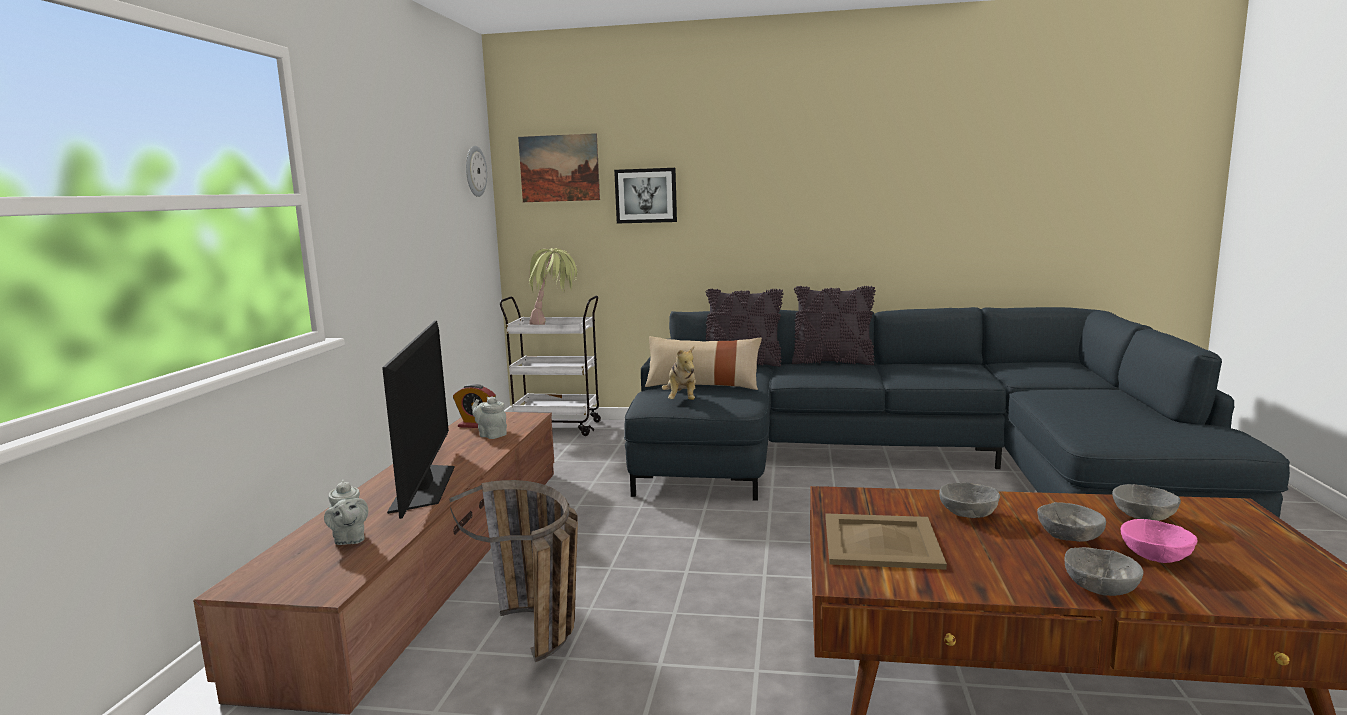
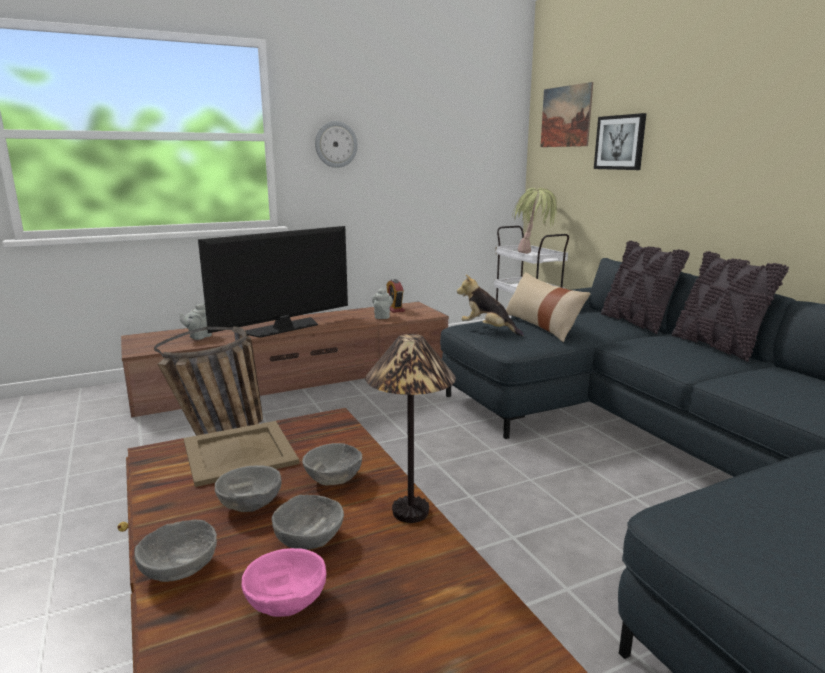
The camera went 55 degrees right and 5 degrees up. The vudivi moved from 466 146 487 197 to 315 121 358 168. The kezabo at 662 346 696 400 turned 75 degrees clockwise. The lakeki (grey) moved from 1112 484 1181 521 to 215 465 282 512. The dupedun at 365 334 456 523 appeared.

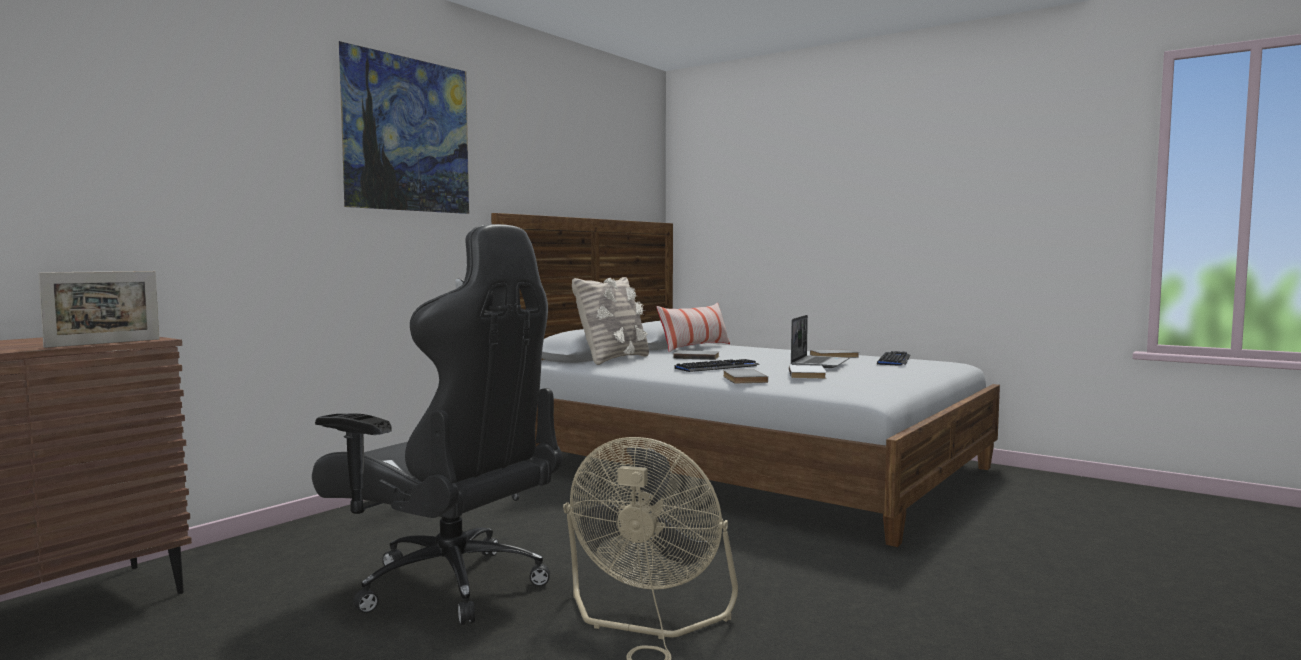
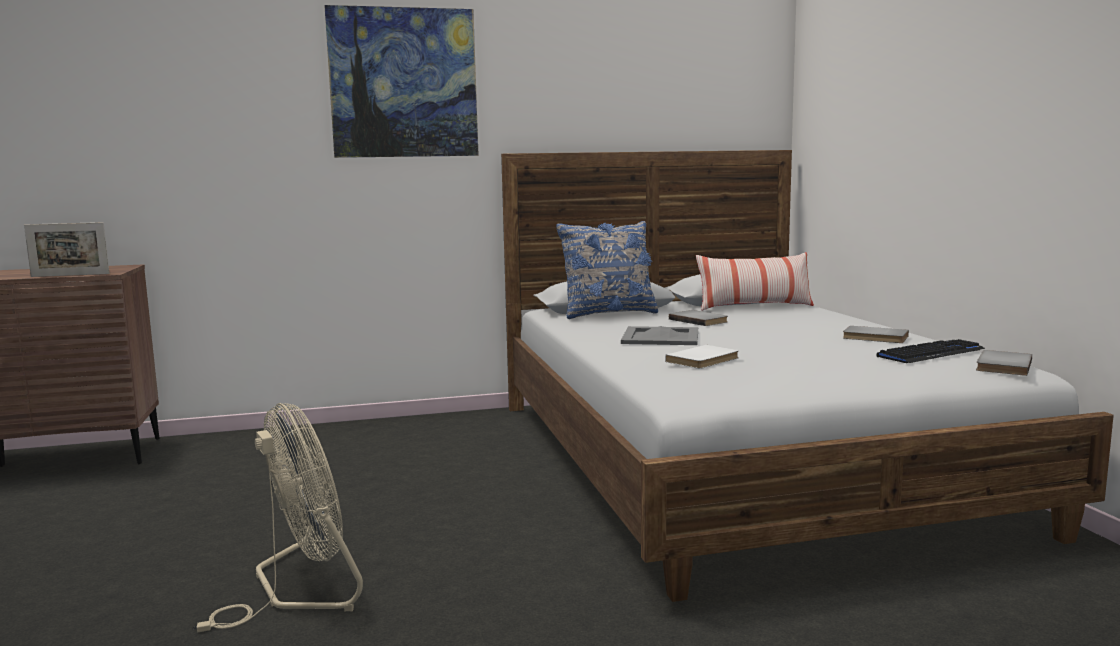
The camera went 40 degrees right and 5 degrees up. The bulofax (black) at 312 224 563 625 disappeared. The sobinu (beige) at 572 277 649 365 became the sobinu (blue) at 556 221 658 319. The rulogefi at 791 315 849 368 disappeared. The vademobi at 674 359 760 372 was replaced by the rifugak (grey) at 621 326 698 345. The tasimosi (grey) moved from 723 369 768 383 to 976 350 1032 376.

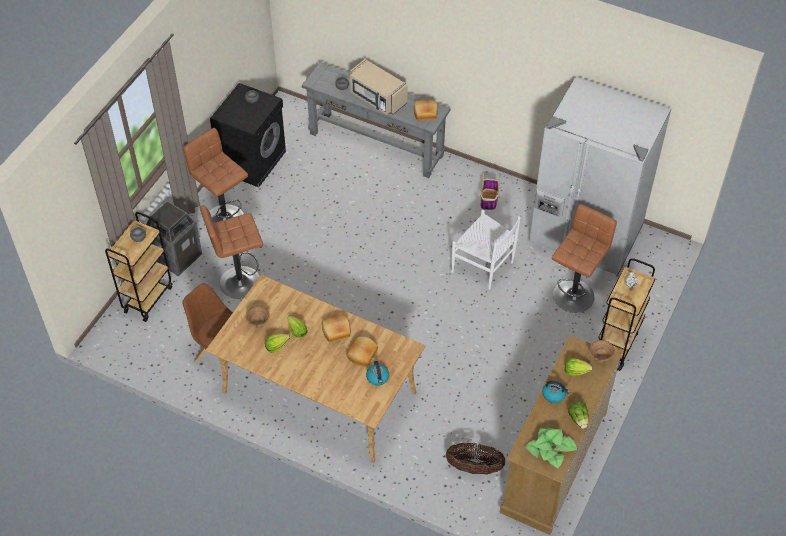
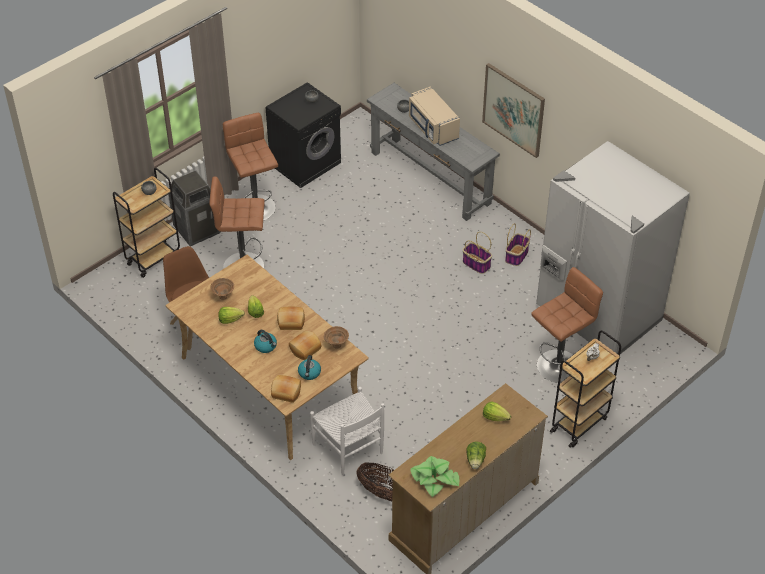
The camera went 20 degrees right and 5 degrees down. The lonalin moved from 414 100 438 120 to 271 375 301 403. The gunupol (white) moved from 451 210 520 290 to 310 387 384 475. The lakeki (brown) moved from 589 340 615 363 to 324 326 349 349. The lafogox moved from 542 381 570 403 to 254 330 277 353. The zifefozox at 482 63 545 158 appeared. The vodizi at 463 232 492 274 appeared.

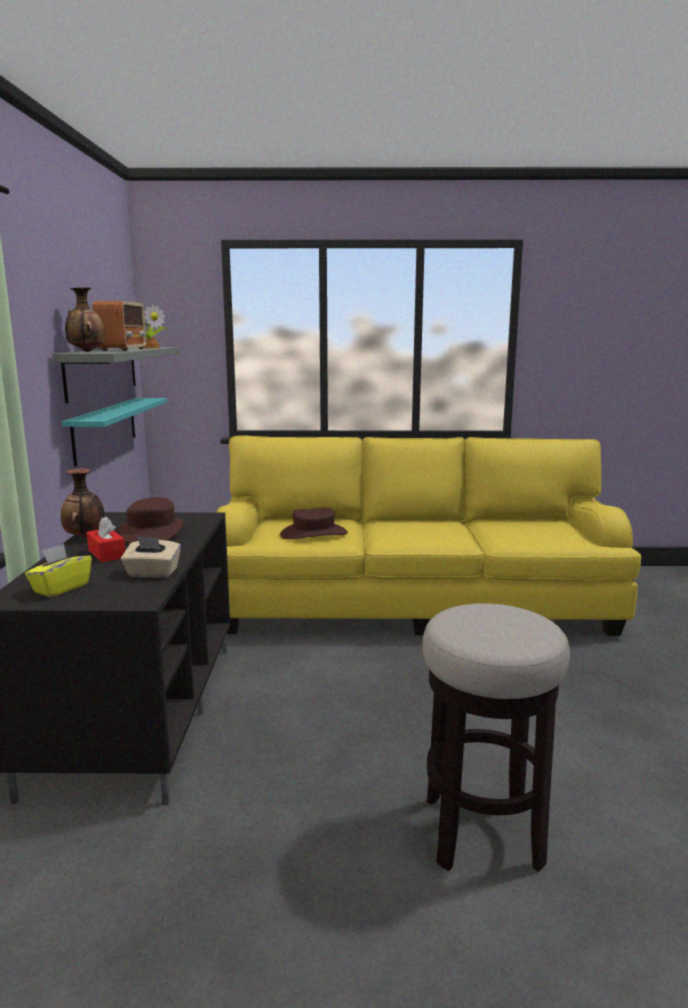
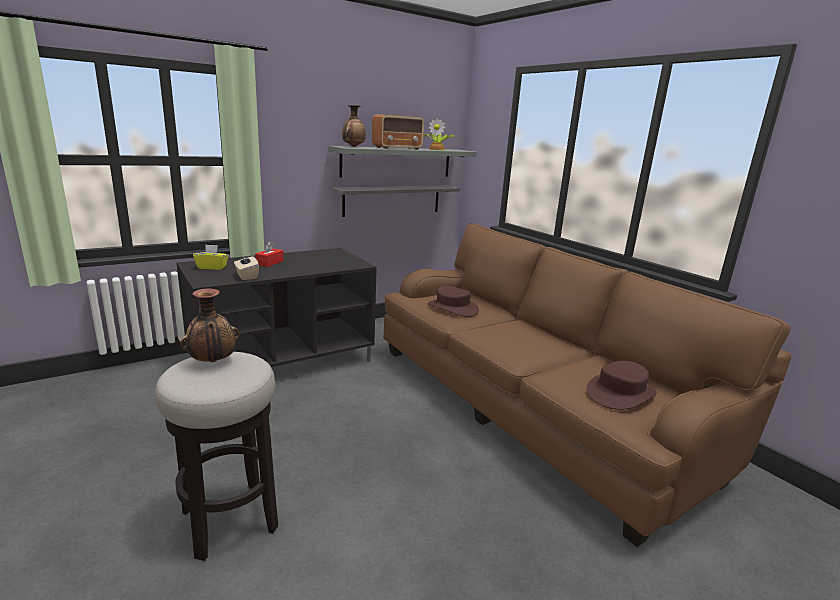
The camera went 55 degrees right and 5 degrees up. The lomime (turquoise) at 62 398 167 466 became the lomime (grey) at 332 185 460 217. The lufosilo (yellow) at 216 435 641 636 became the lufosilo (brown) at 383 223 791 547. The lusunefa moved from 61 468 105 538 to 180 289 239 362. The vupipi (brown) moved from 118 497 184 543 to 587 361 657 410.

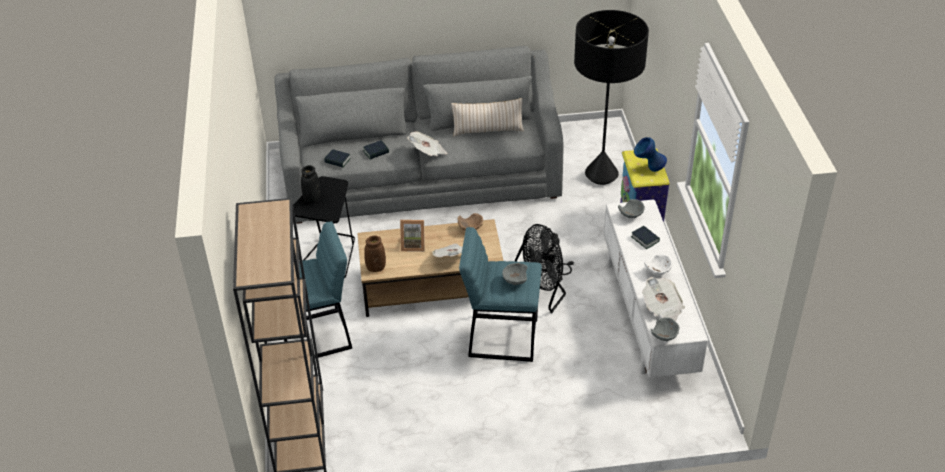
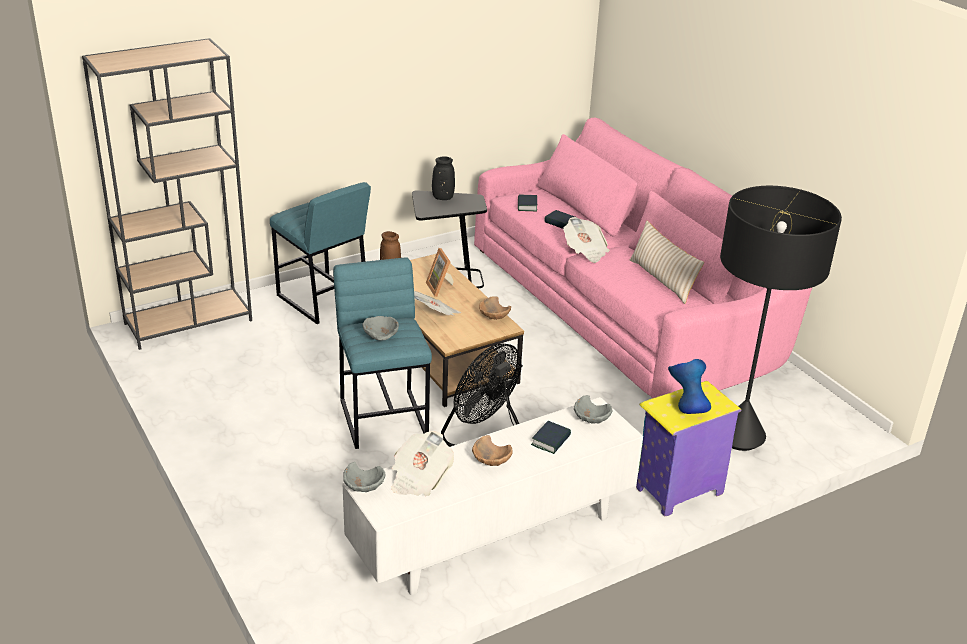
The camera went 65 degrees right and 10 degrees down. The lufosilo (grey) at 274 46 563 224 became the lufosilo (pink) at 474 118 813 398. The lakeki (white) at 644 254 673 275 became the lakeki (brown) at 472 435 512 466.

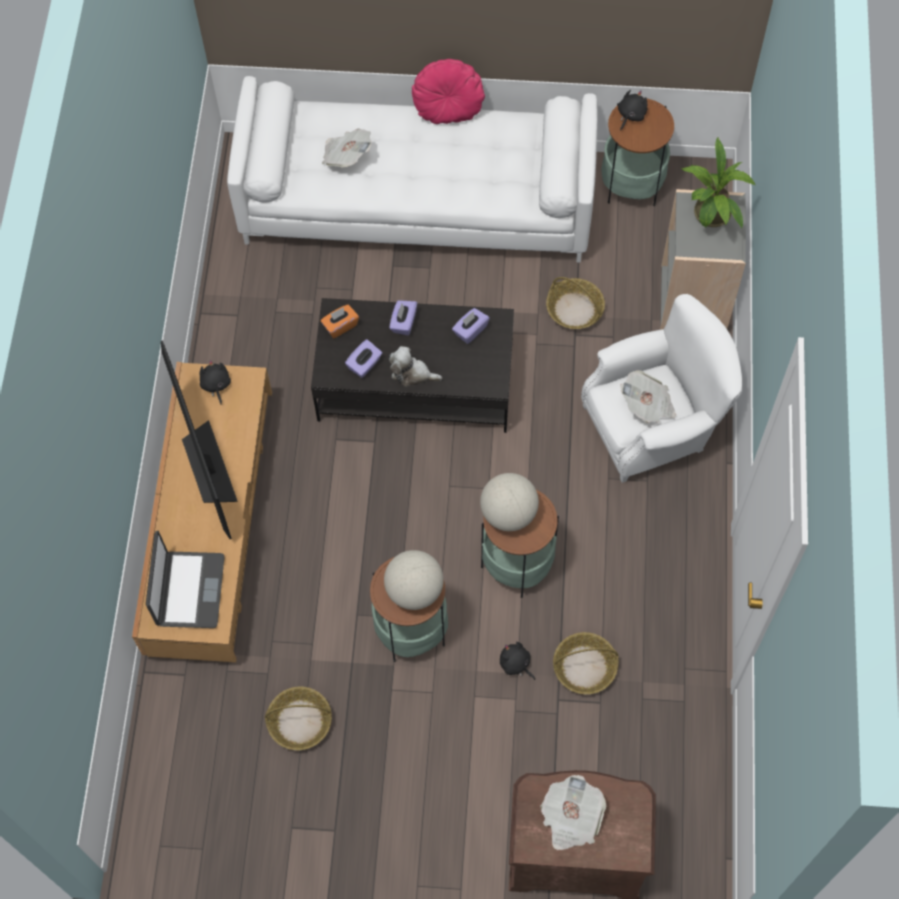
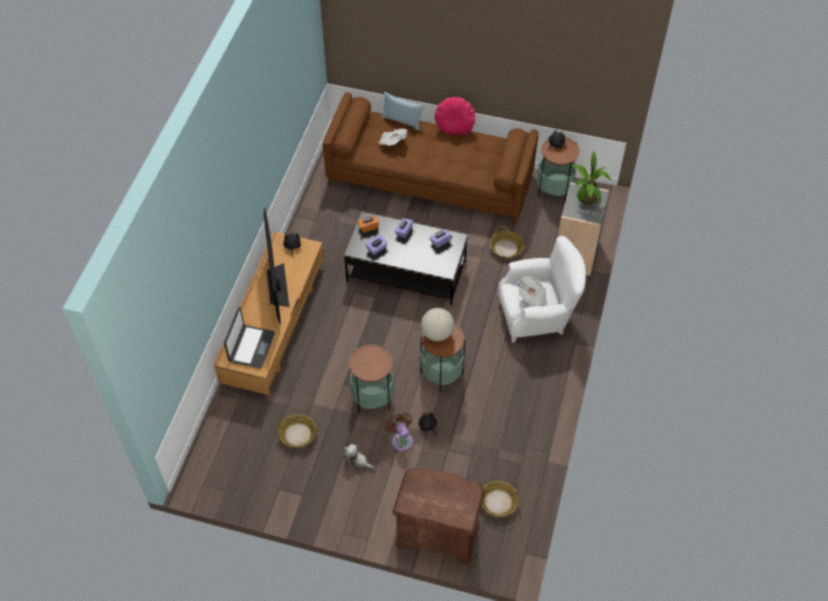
The camera went 10 degrees right and 10 degrees down. The lufosilo (white) at 227 76 598 263 became the lufosilo (brown) at 323 92 538 225. The kezabo moved from 389 346 442 387 to 343 444 374 469. The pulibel at 384 550 444 610 disappeared. The vodizi moved from 553 632 619 694 to 481 481 519 517. The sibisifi at 540 775 606 850 disappeared. The sobinu (blue) at 381 92 424 130 appeared. The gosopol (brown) at 386 412 413 451 appeared.

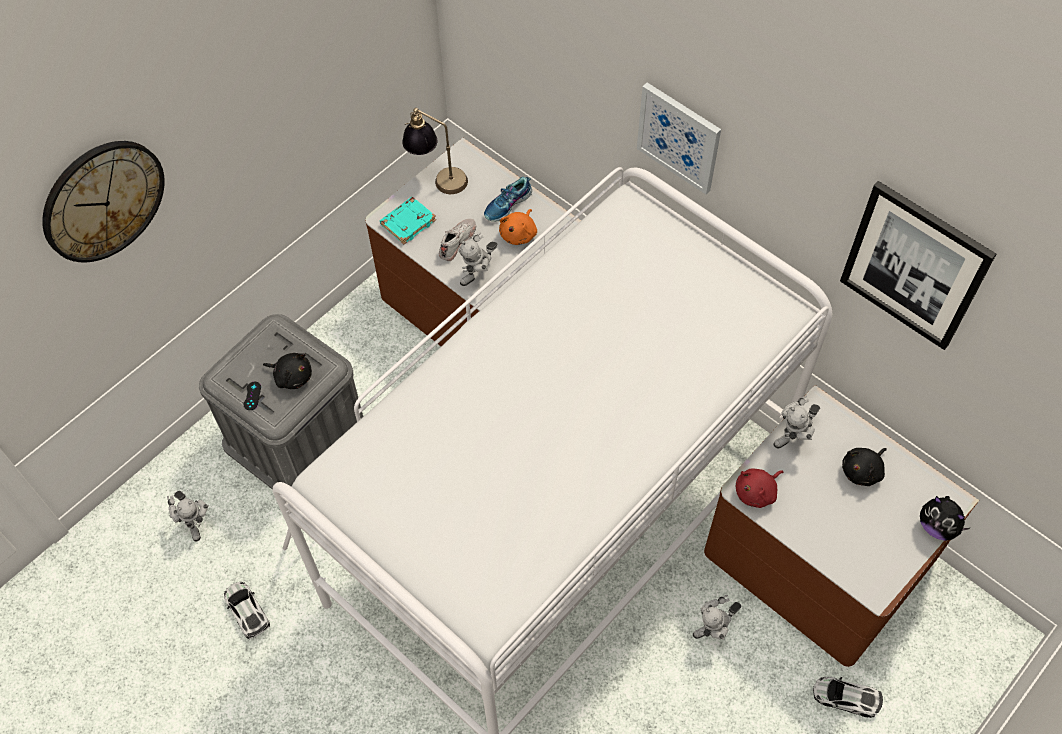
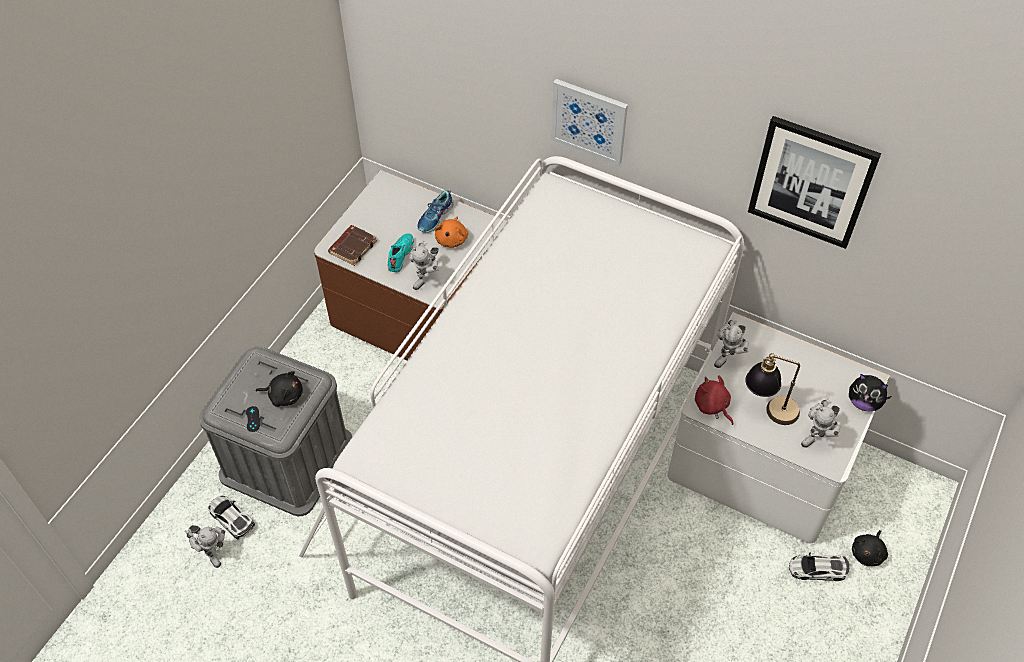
The camera went 15 degrees left and 5 degrees down. The dupedun moved from 402 108 468 194 to 745 353 800 425. The vudivi at 42 141 165 262 disappeared. The tasimosi (turquoise) at 380 197 436 245 became the tasimosi (brown) at 328 225 377 266. The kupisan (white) at 439 218 476 261 became the kupisan (turquoise) at 388 233 414 272. The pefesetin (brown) at 704 385 979 667 became the pefesetin (white) at 668 312 890 543. The kezabo (black) moved from 842 448 887 486 to 852 530 888 566. The kezabo (red) at 736 469 783 508 turned 105 degrees clockwise. The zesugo moved from 224 582 270 639 to 208 496 255 539. The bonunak moved from 693 595 741 640 to 801 398 840 448.

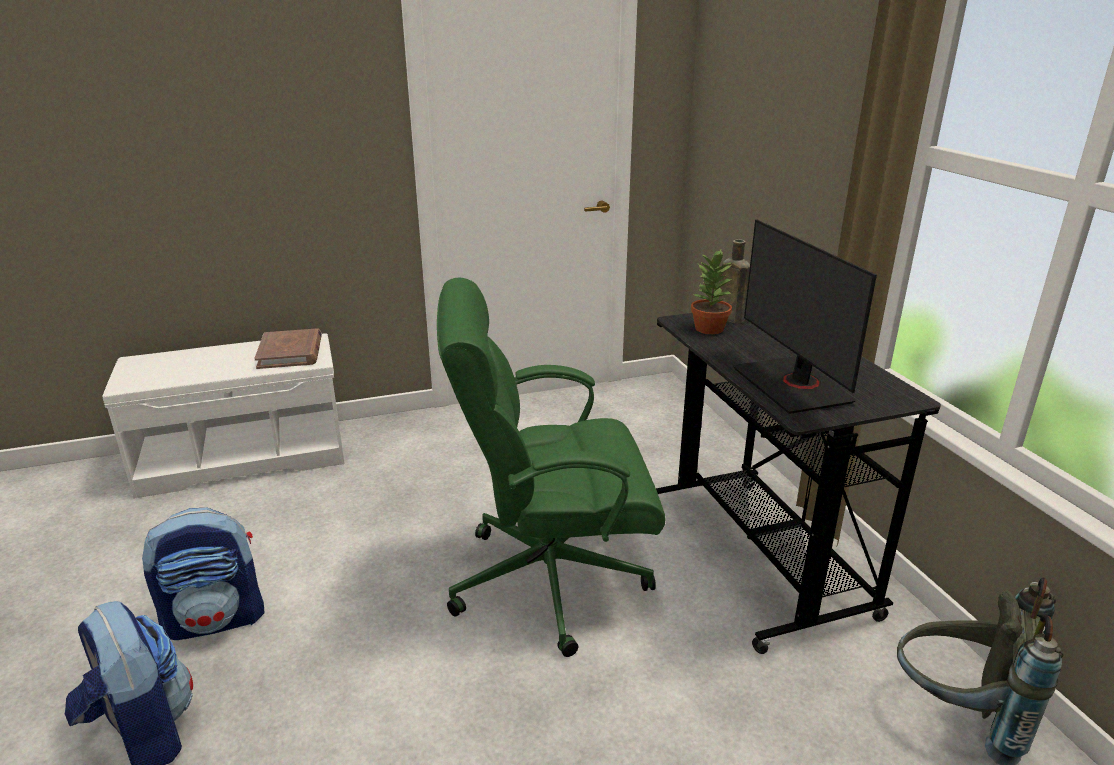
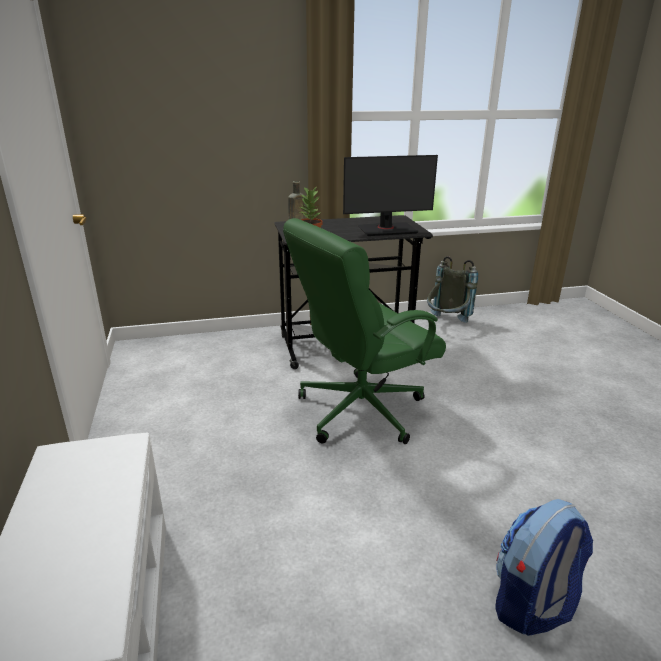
The camera went 85 degrees left and 0 degrees up. The bulofax (green) at 437 277 665 657 turned 60 degrees clockwise. The tasimosi (brown) at 255 328 322 369 disappeared. The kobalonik at 142 508 265 640 disappeared.

